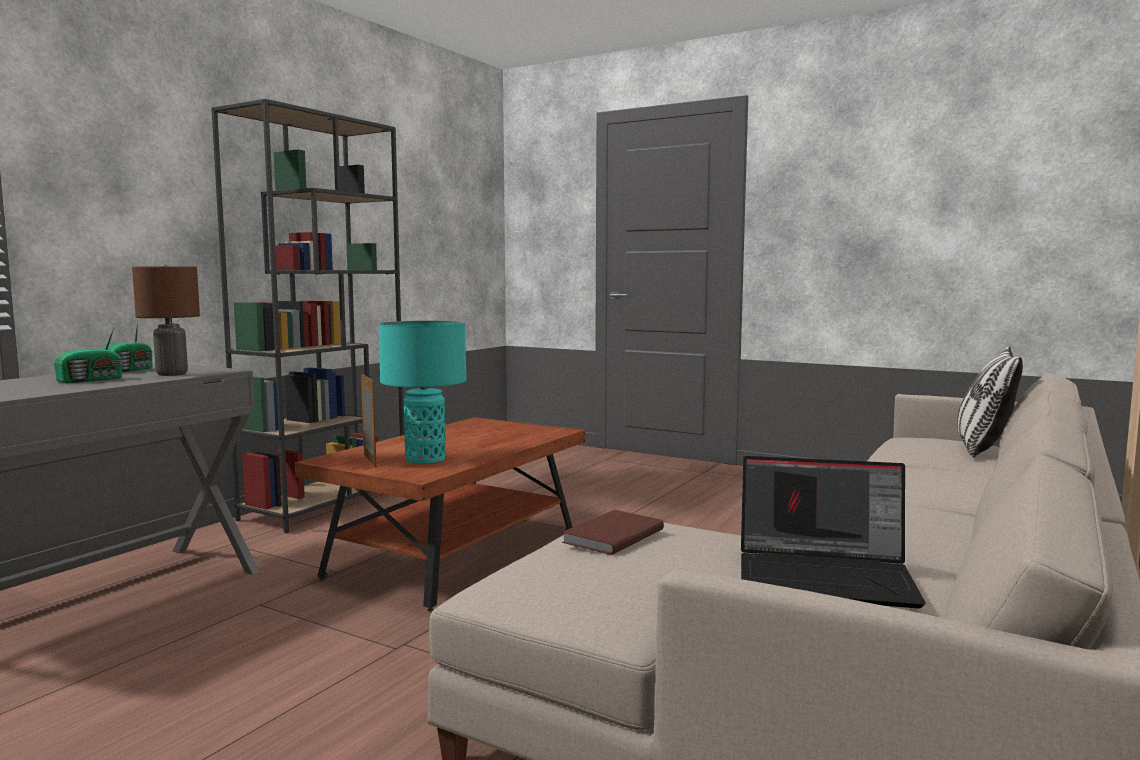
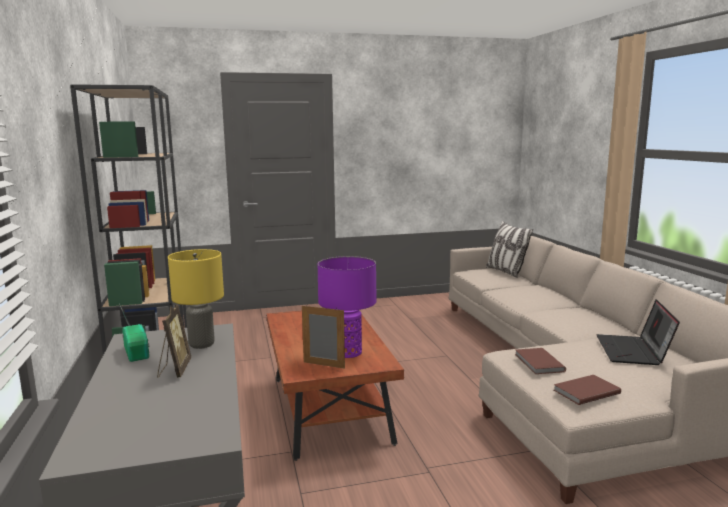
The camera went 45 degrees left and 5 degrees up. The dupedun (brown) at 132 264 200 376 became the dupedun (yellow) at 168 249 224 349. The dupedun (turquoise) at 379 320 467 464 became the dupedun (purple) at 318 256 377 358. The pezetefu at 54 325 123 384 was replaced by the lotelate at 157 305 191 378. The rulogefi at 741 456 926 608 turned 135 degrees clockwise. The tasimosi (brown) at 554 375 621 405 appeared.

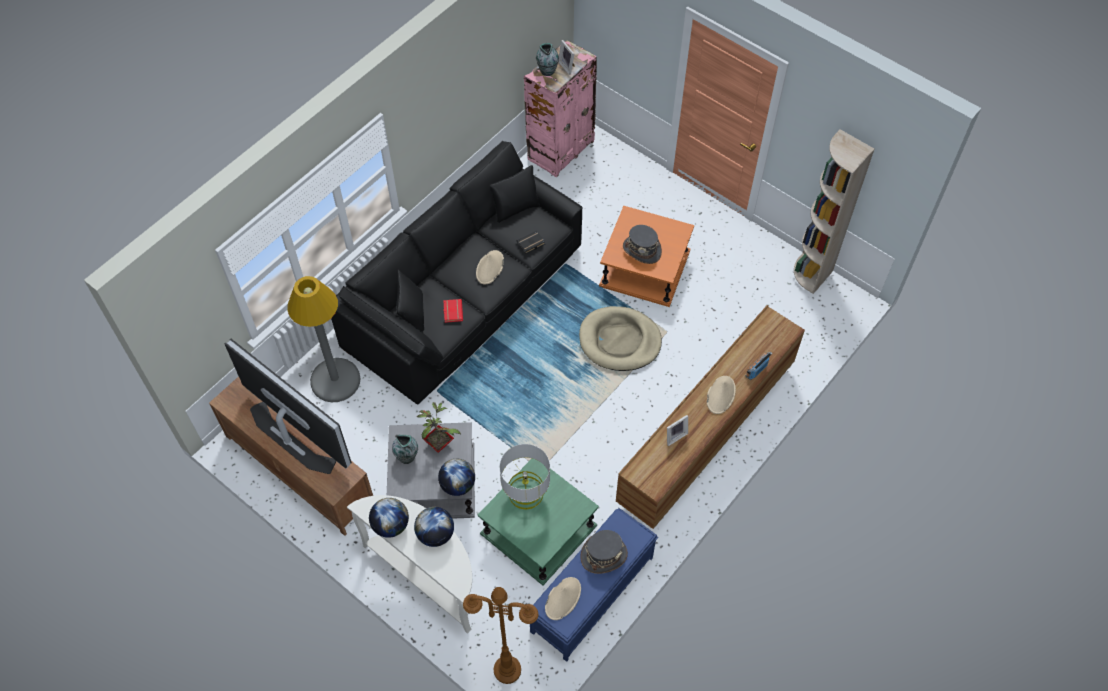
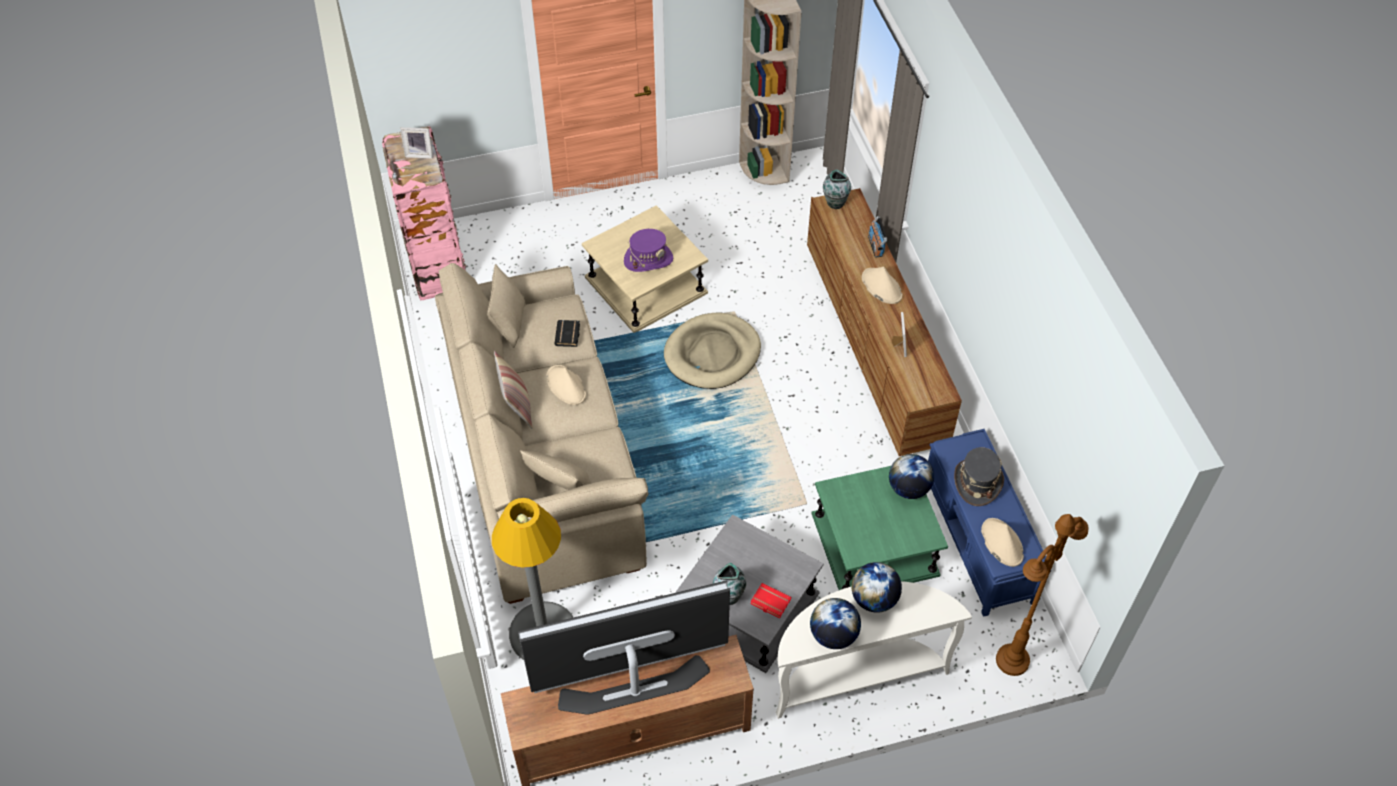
The camera went 55 degrees left and 5 degrees down. The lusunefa moved from 536 43 559 76 to 823 169 851 209. The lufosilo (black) at 331 141 583 404 became the lufosilo (beige) at 435 263 649 604. The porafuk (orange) at 599 206 694 307 became the porafuk (beige) at 582 205 708 333. The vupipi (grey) at 623 225 662 264 became the vupipi (purple) at 624 229 673 272. The tasimosi (red) moved from 443 299 463 323 to 750 583 791 619. The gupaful at 417 402 461 452 disappeared. The dupedun (grey) at 500 444 550 509 disappeared. The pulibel moved from 438 459 475 496 to 889 454 934 499. The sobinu at 494 351 533 429 appeared.

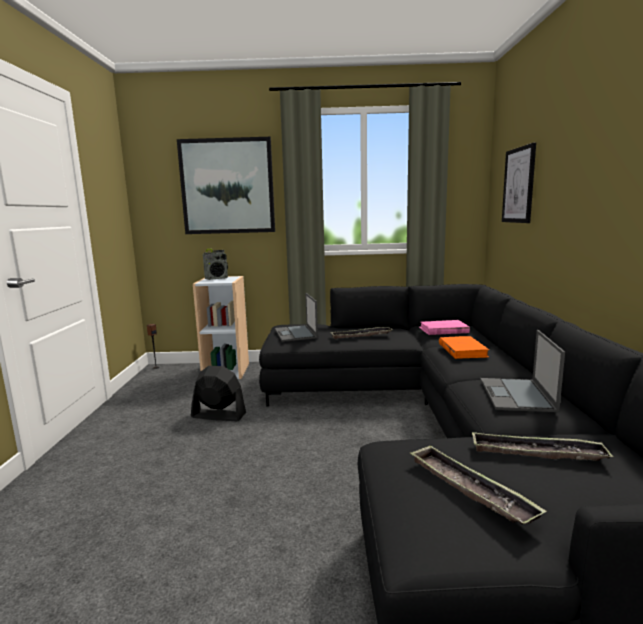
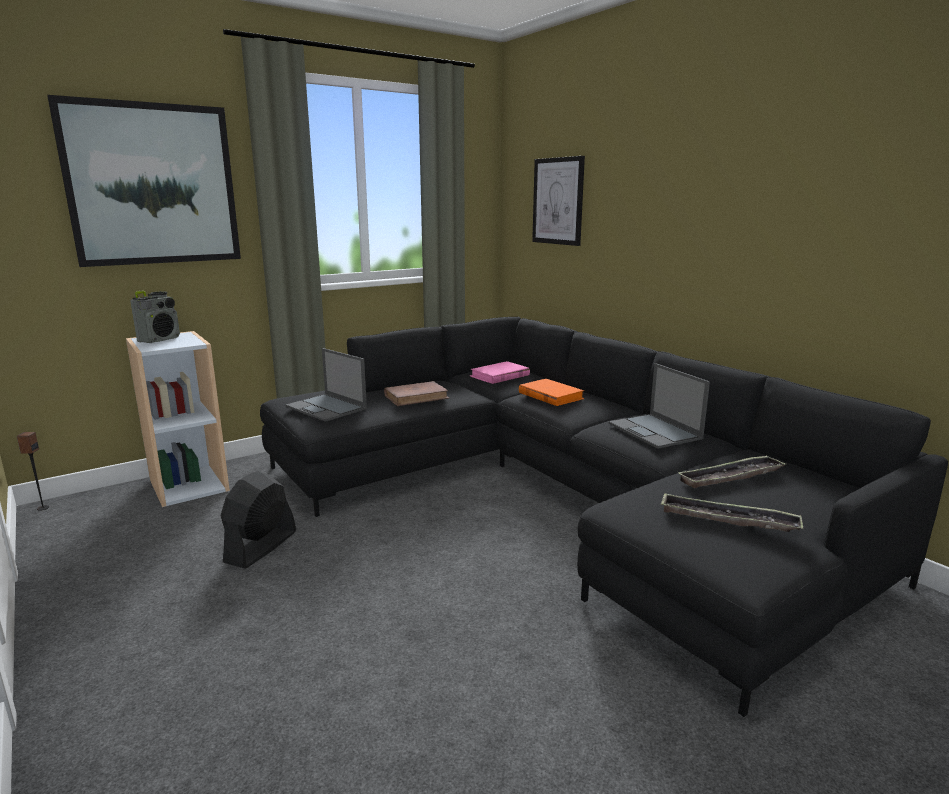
The camera went 35 degrees left and 5 degrees up. The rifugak at 331 327 393 339 was replaced by the tasimosi (brown) at 384 381 449 406. The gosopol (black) at 191 366 246 421 turned 45 degrees counterclockwise.

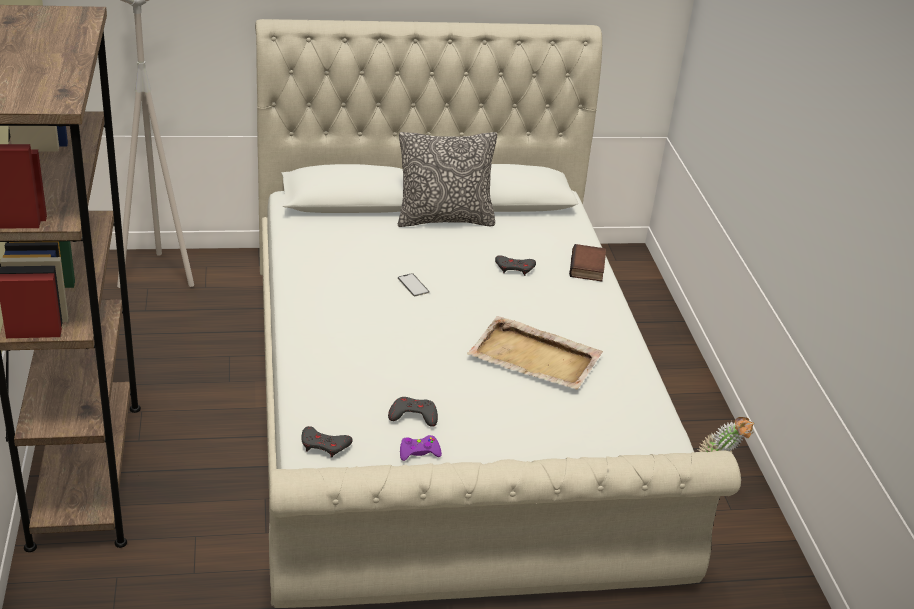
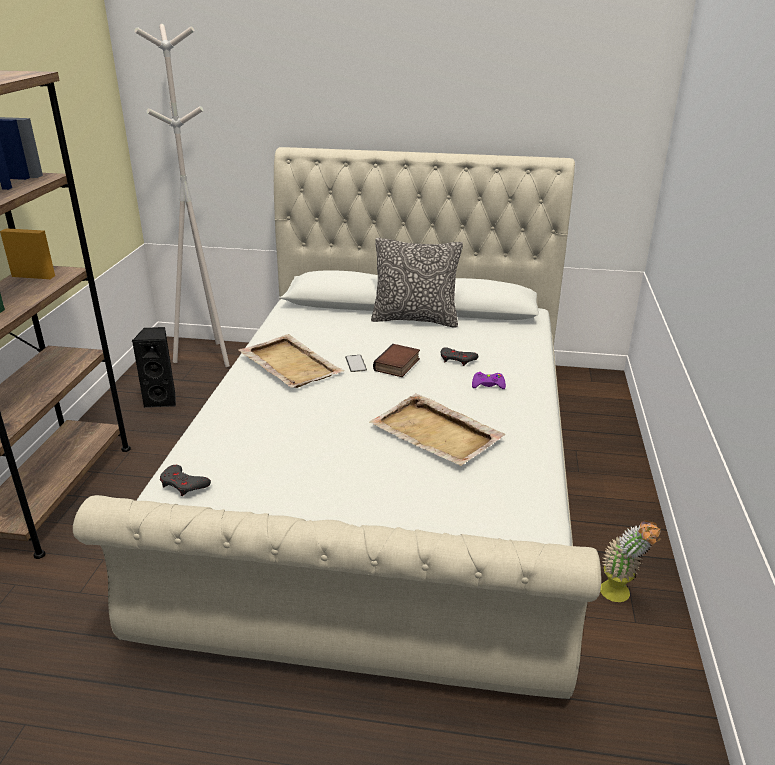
The camera went 20 degrees right and 5 degrees down. The tasimosi moved from 569 244 606 282 to 373 344 420 377. The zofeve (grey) at 388 397 438 427 disappeared. The zofeve (purple) moved from 400 435 442 461 to 472 372 506 389. The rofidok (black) at 131 327 176 408 appeared. The rifugak (beige) at 238 334 345 388 appeared.

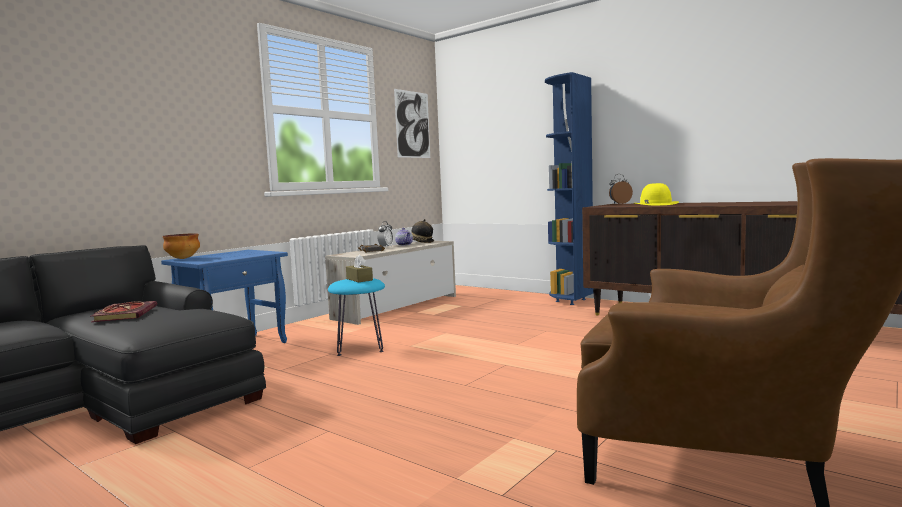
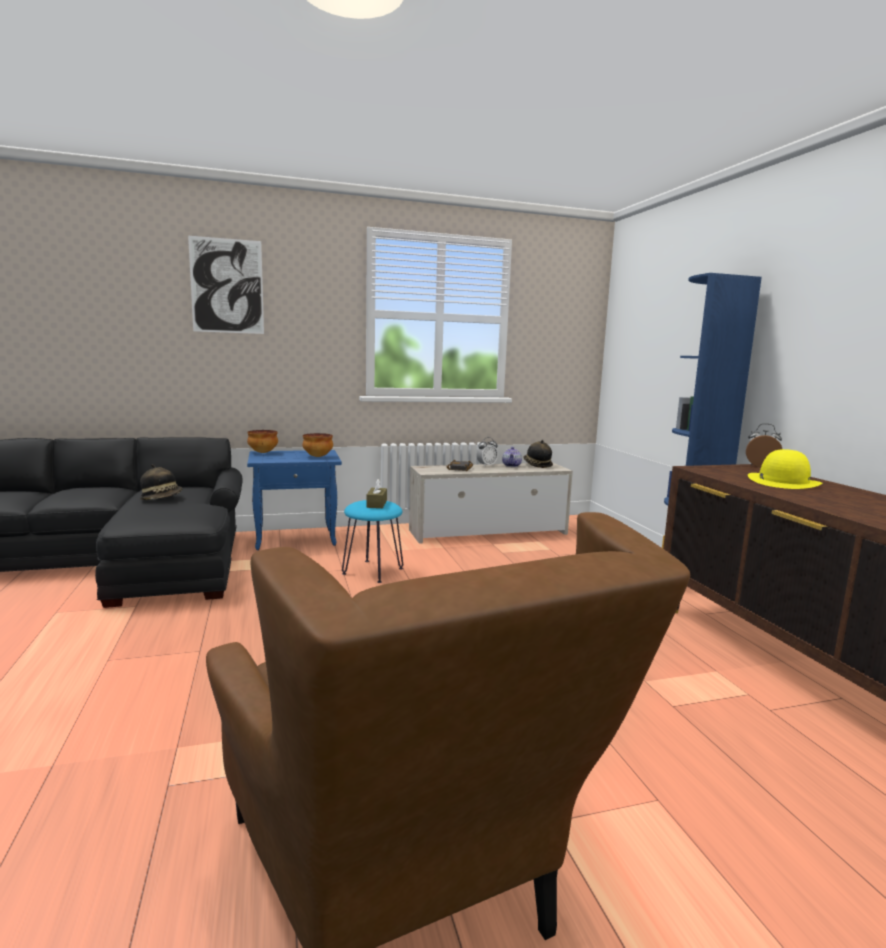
The camera went 35 degrees right and 5 degrees up. The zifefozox moved from 394 89 430 158 to 188 236 264 334. The tasimosi at 91 301 157 322 was replaced by the vupipi at 140 464 182 500. The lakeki at 303 433 333 457 appeared.

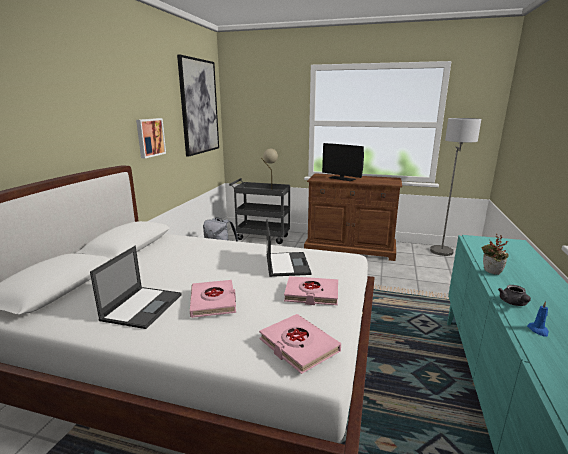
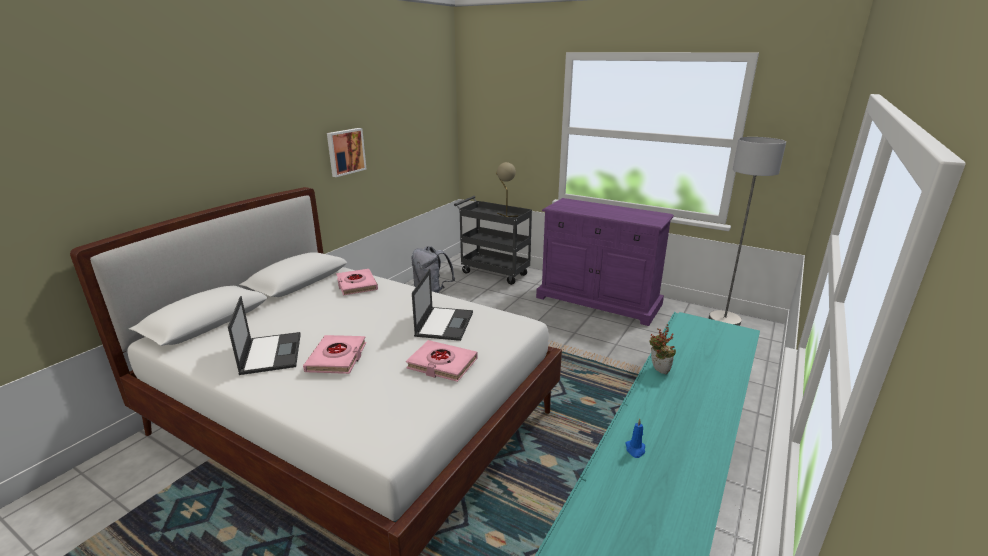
The camera went 15 degrees right and 5 degrees up. The zifefozox at 177 55 219 157 disappeared. The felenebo at 322 143 364 181 disappeared. The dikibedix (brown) at 304 173 402 261 became the dikibedix (purple) at 536 198 674 326. The rulogefi at 90 246 182 329 turned 45 degrees counterclockwise. The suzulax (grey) at 498 285 531 306 disappeared. The tasimosi (pink) moved from 259 314 341 374 to 336 269 378 296.

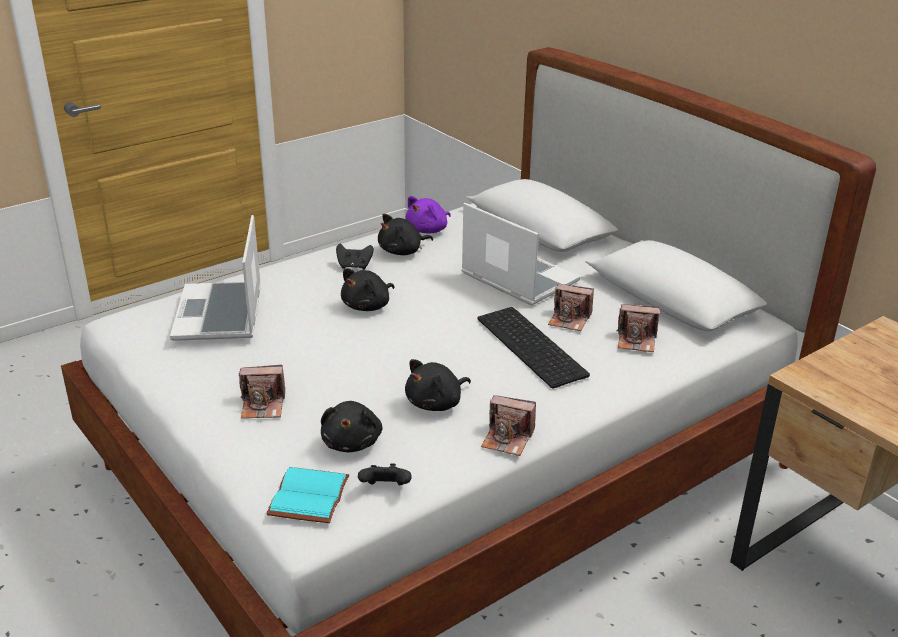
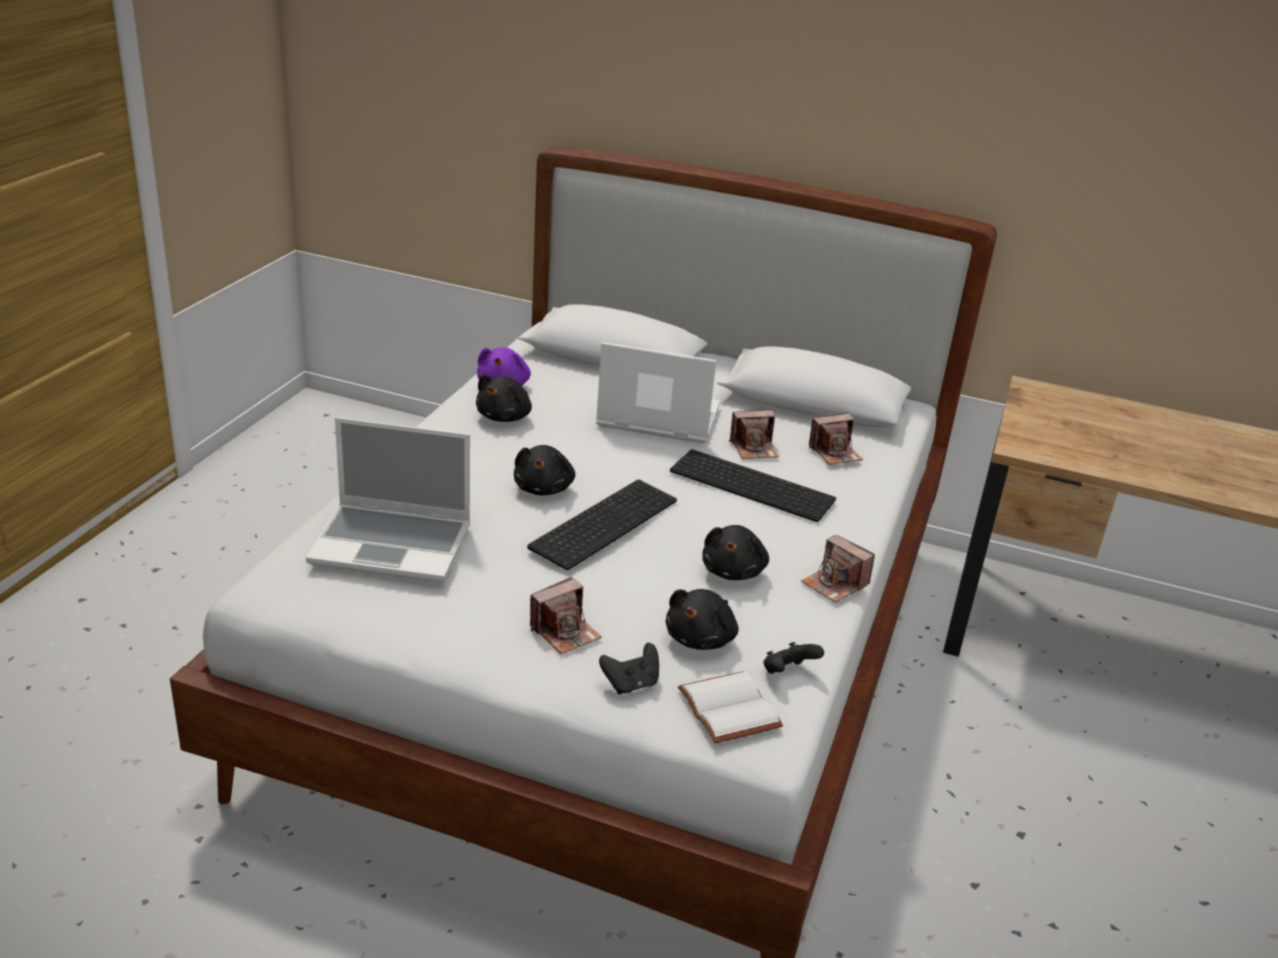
The camera went 35 degrees left and 0 degrees up. The rulogefi at 170 215 261 341 turned 45 degrees counterclockwise. The zofeve (black) moved from 336 243 374 270 to 599 643 659 694. The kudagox at 481 395 536 456 turned 60 degrees clockwise. The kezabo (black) at 321 401 382 452 turned 60 degrees clockwise. The tasimosi (turquoise) at 266 467 349 523 became the tasimosi (white) at 678 671 783 743. The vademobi at 527 480 677 570 appeared.

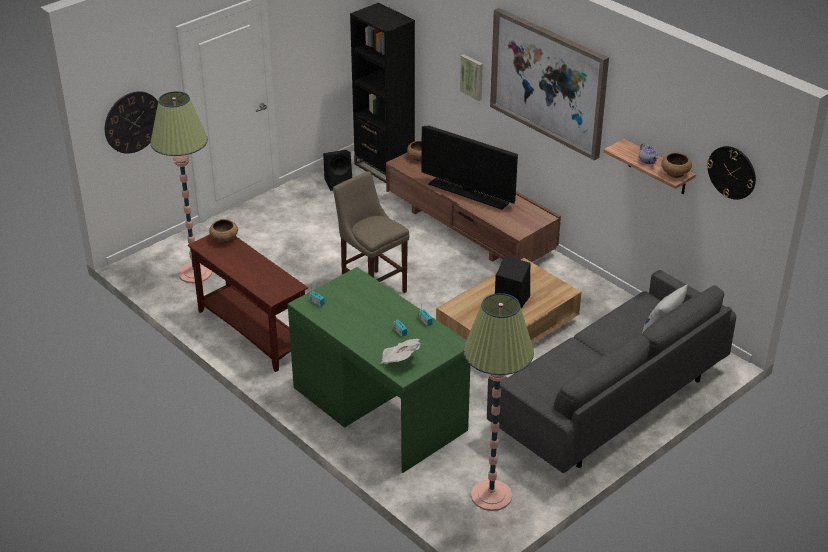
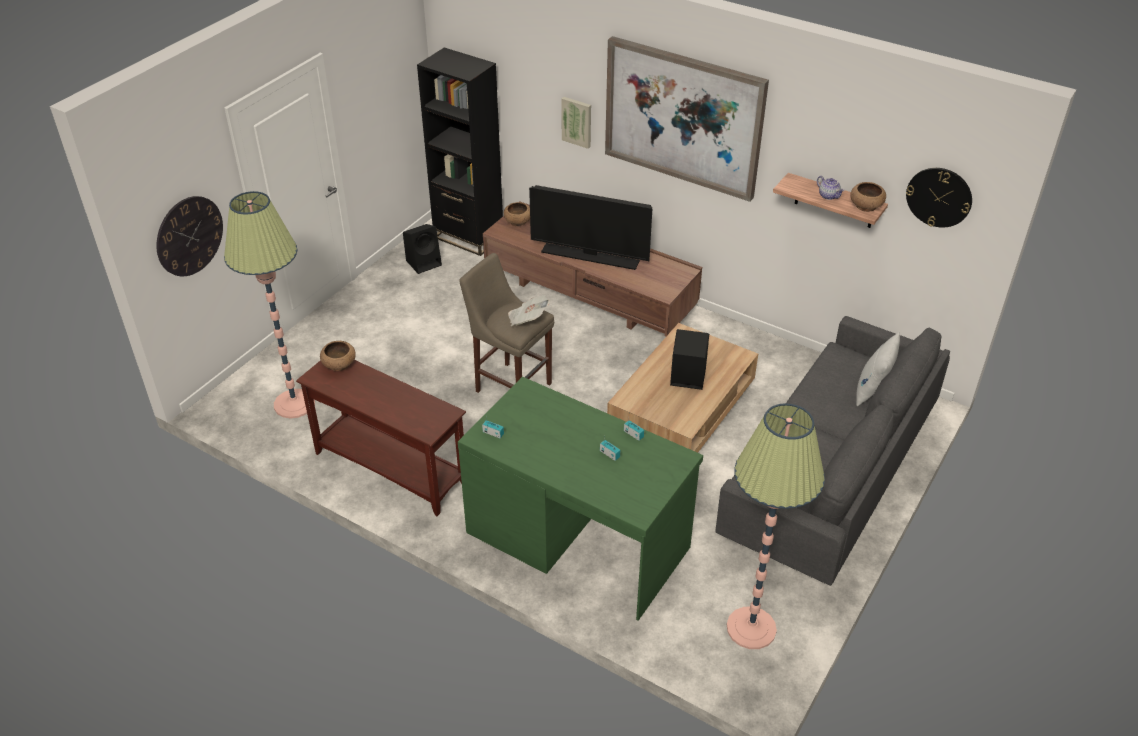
The camera went 15 degrees left and 5 degrees up. The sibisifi moved from 381 339 420 363 to 508 295 550 326.

